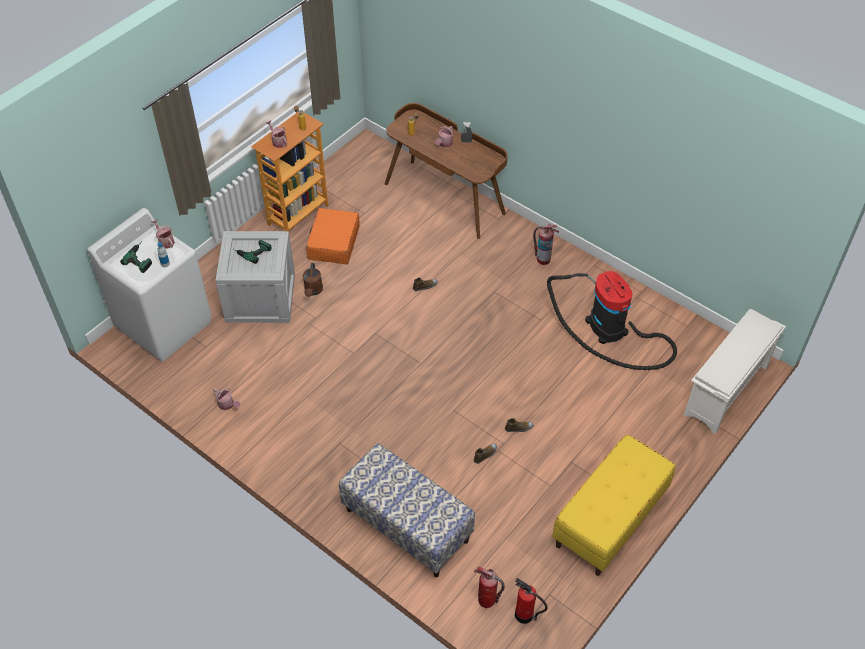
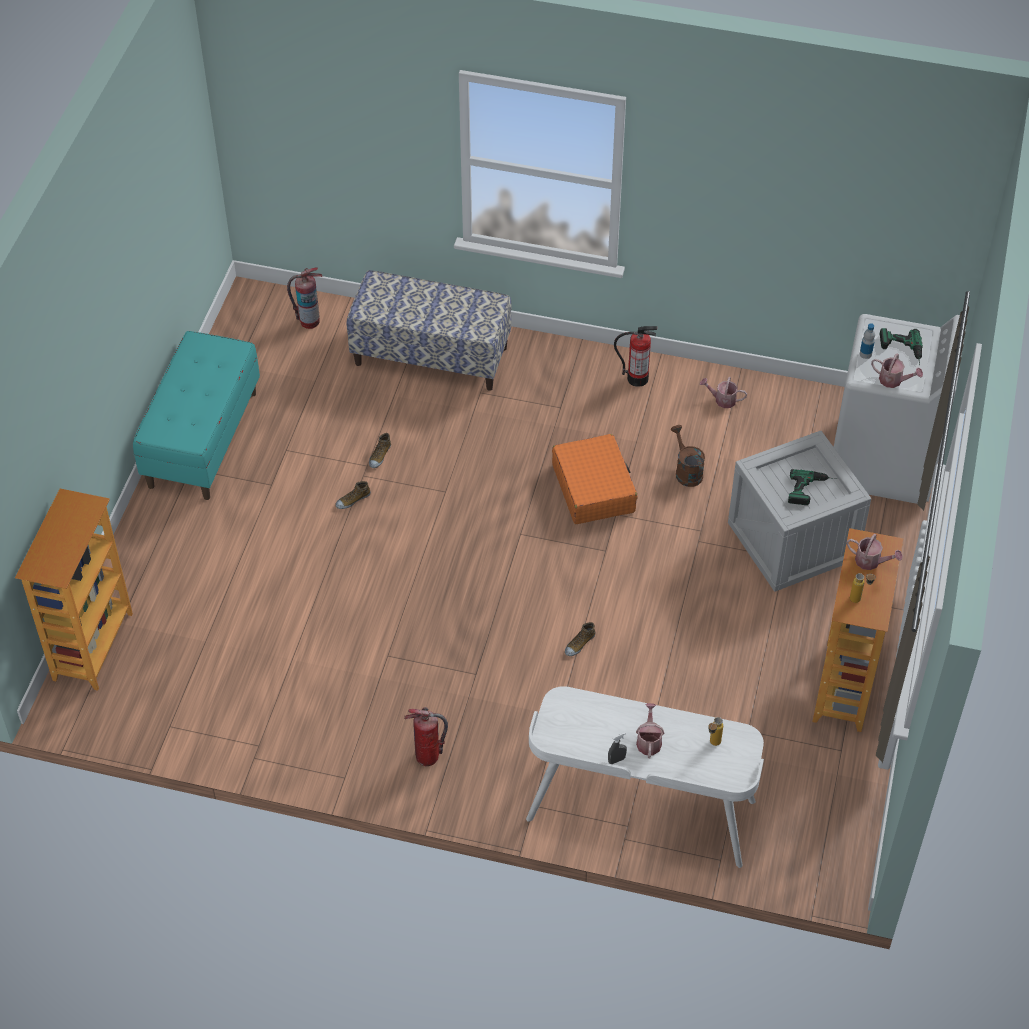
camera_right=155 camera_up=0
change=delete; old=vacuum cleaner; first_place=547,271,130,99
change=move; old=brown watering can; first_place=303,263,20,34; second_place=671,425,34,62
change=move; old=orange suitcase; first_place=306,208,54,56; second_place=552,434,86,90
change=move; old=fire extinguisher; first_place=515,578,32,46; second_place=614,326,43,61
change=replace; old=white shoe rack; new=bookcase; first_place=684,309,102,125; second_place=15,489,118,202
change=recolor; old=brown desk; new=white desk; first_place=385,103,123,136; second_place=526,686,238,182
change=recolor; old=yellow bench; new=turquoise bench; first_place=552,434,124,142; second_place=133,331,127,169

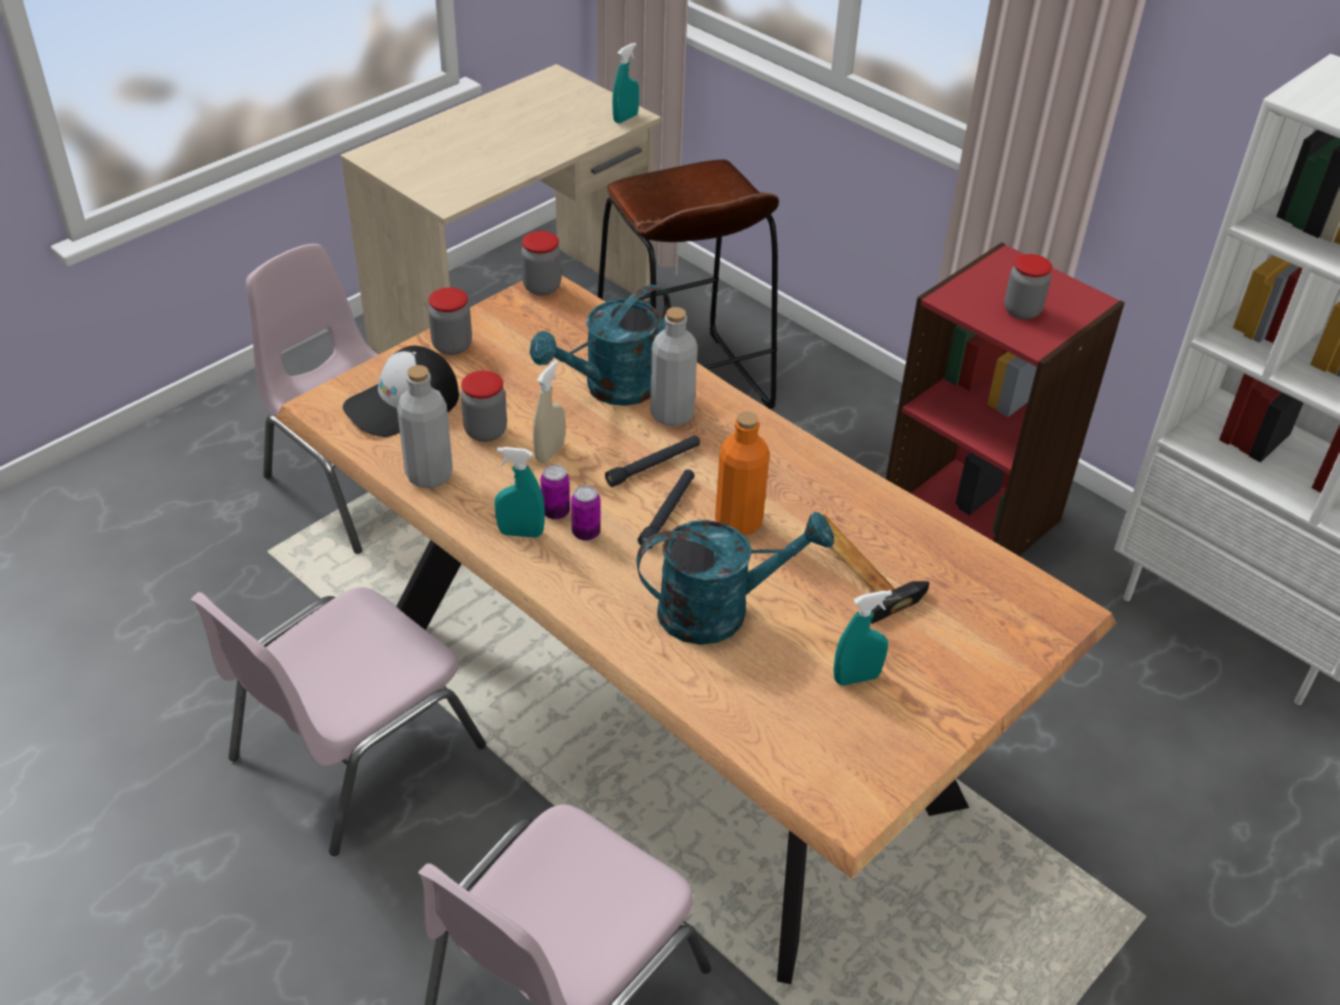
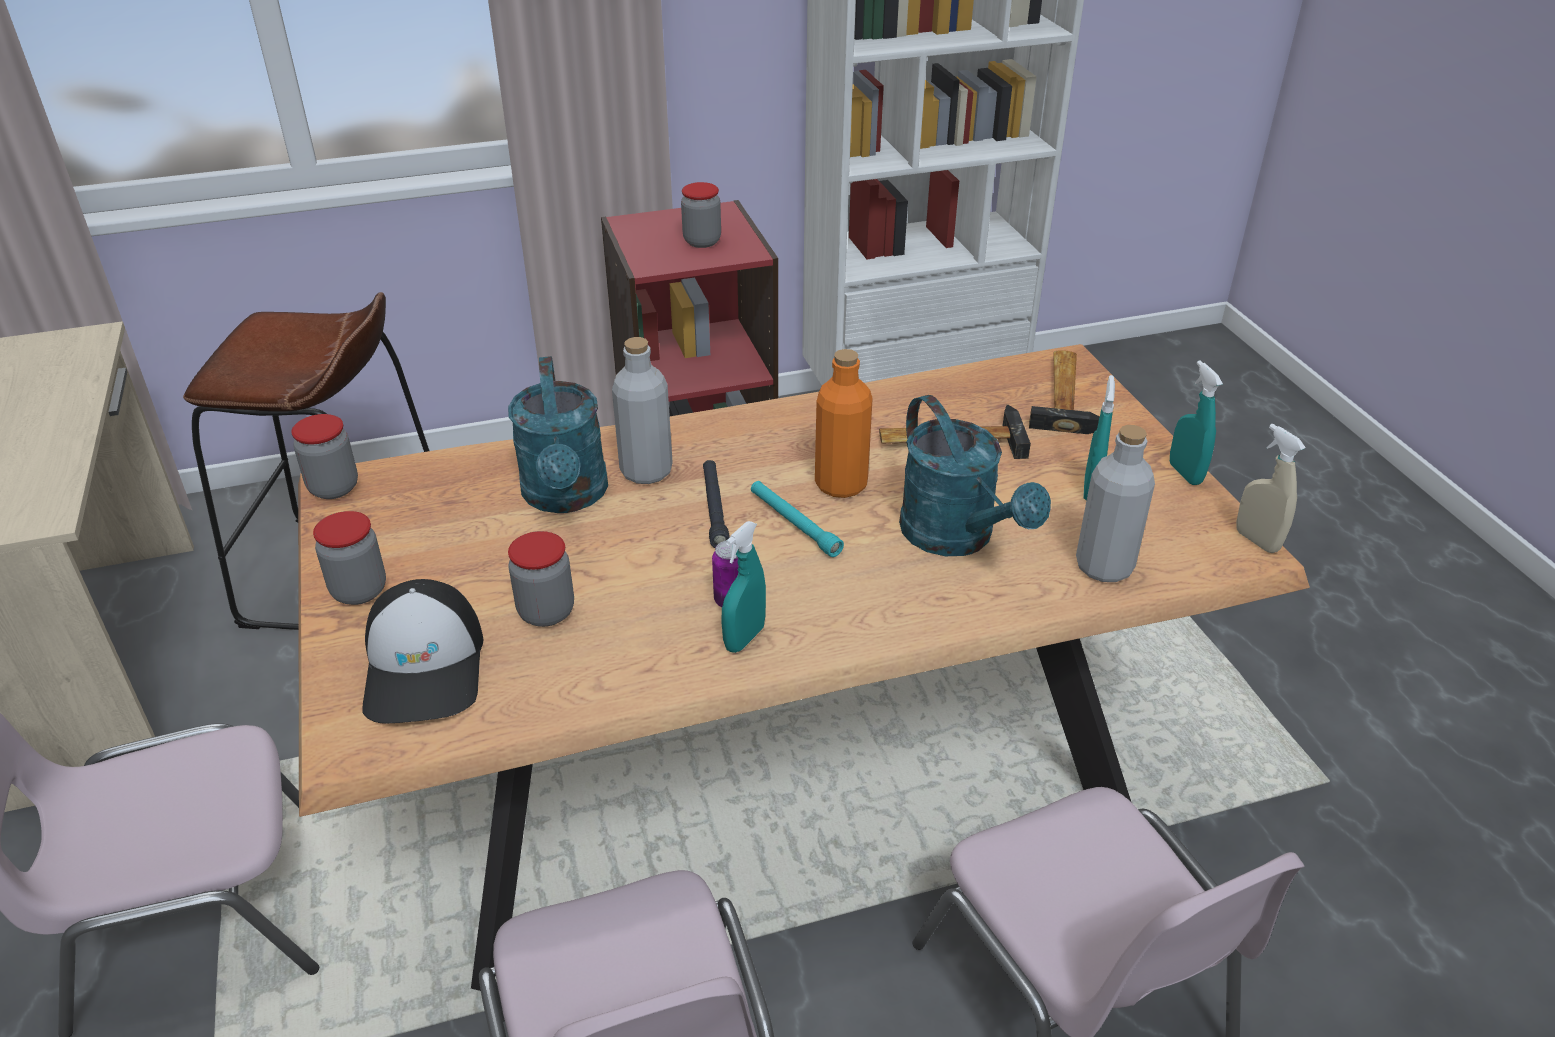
camera_right=-60 camera_up=-5
change=delete; old=can; first_place=571,485,30,56
change=insert; new=hammer; second_place=1029,350,71,84
change=move; old=grey bottle; first_place=397,365,56,123; second_place=1076,425,79,157
change=move; old=beige spray bottle; first_place=533,360,32,103; second_place=1236,423,70,130
change=move; old=turquoise spray bottle; first_place=612,43,27,80; second_place=1170,360,53,125
change=recolor; old=black flashlight; new=turquoise flashlight; first_place=638,469,57,80; second_place=751,481,93,76
change=rotate; old=turquoise watering can; first_place=636,512,198,133; second_place=899,395,152,161; degrees=135

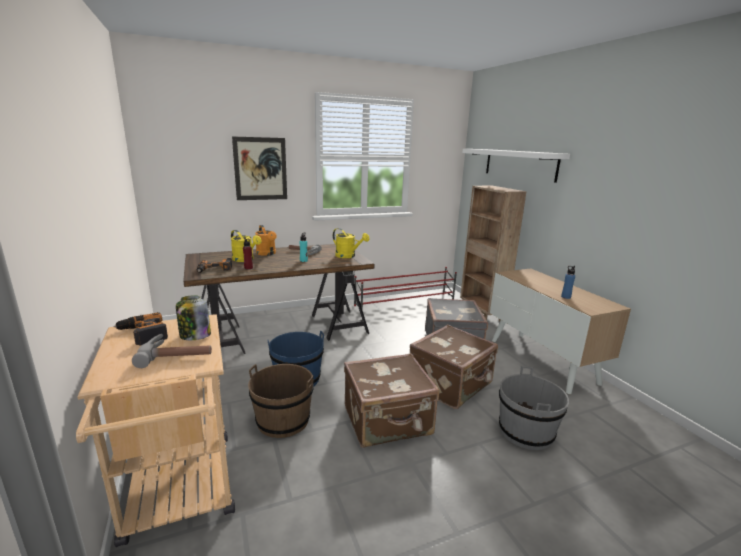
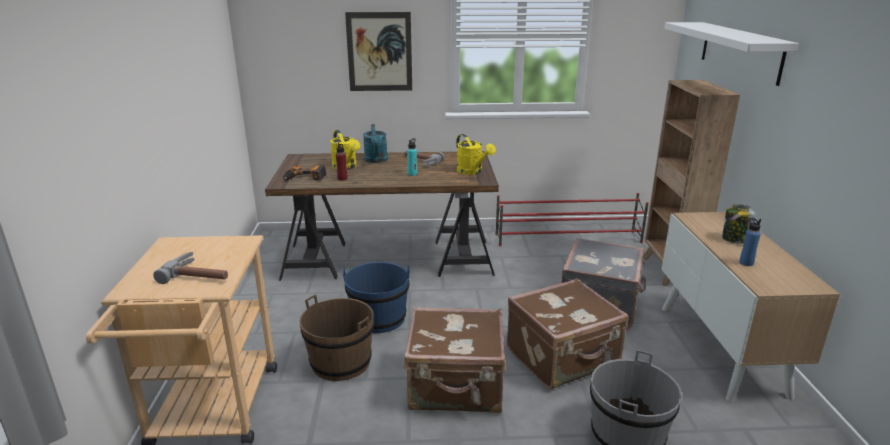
camera_right=20 camera_up=5
change=delete; old=power drill; first_place=113,312,55,34
change=move; old=jar; first_place=176,295,35,45; second_place=722,204,34,40
change=recolor; old=orange watering can; new=turquoise watering can; first_place=255,225,22,31; second_place=363,124,25,39

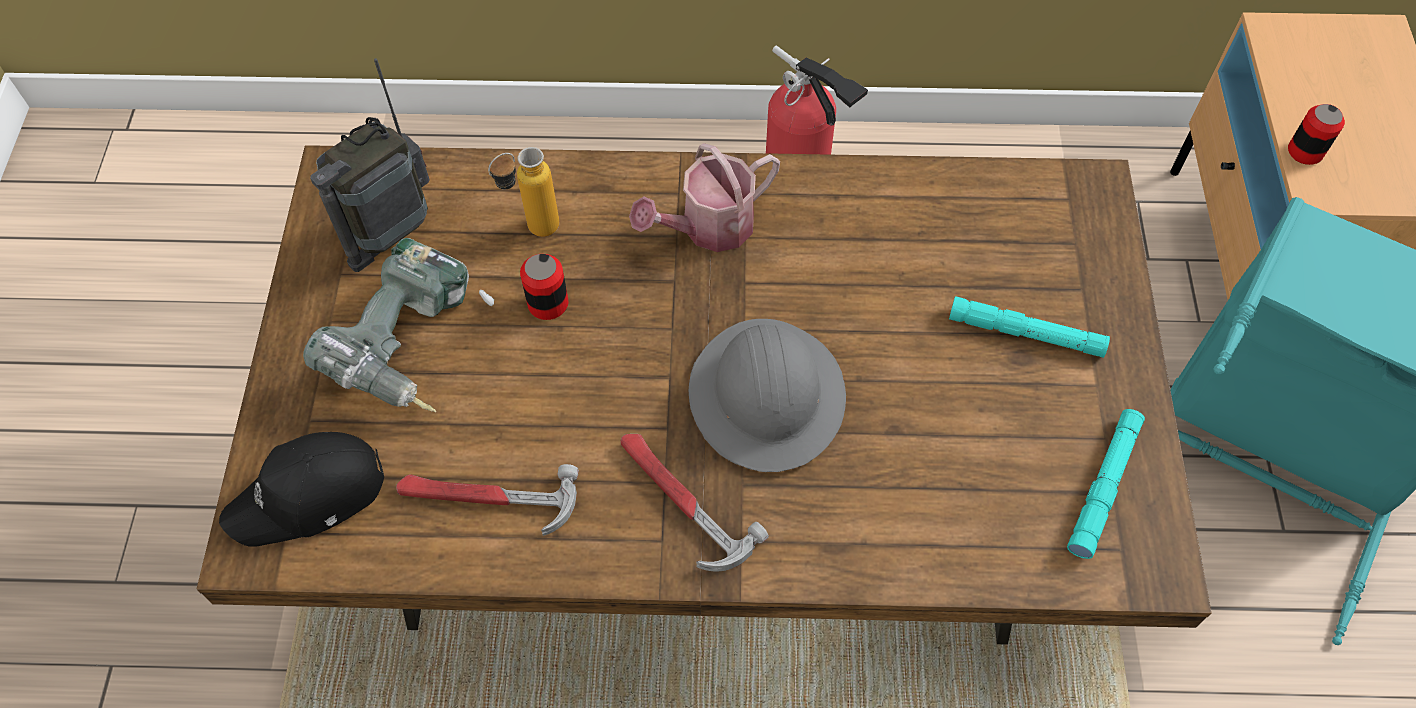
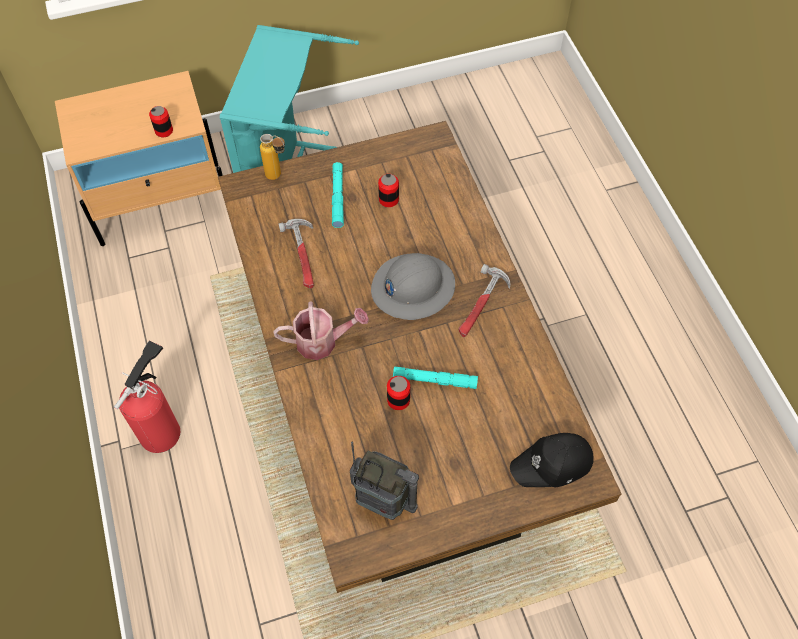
camera_right=-110 camera_up=0
change=delete; old=power drill; first_place=303,238,191,174
change=insert; new=can; second_place=378,174,21,33
change=move; old=hammer; first_place=396,464,183,72; second_place=279,219,35,69
change=move; old=bottle; first_place=488,147,71,90; second_place=260,134,25,46
change=move; old=turquoise flashlight; first_place=1067,409,78,150; second_place=393,366,85,23
change=rotate; old=black cap; first_place=219,432,165,115; second_place=510,433,84,54; degrees=120
change=rotate; old=watering can; first_place=629,143,151,109; second_place=273,301,96,59; degrees=-45

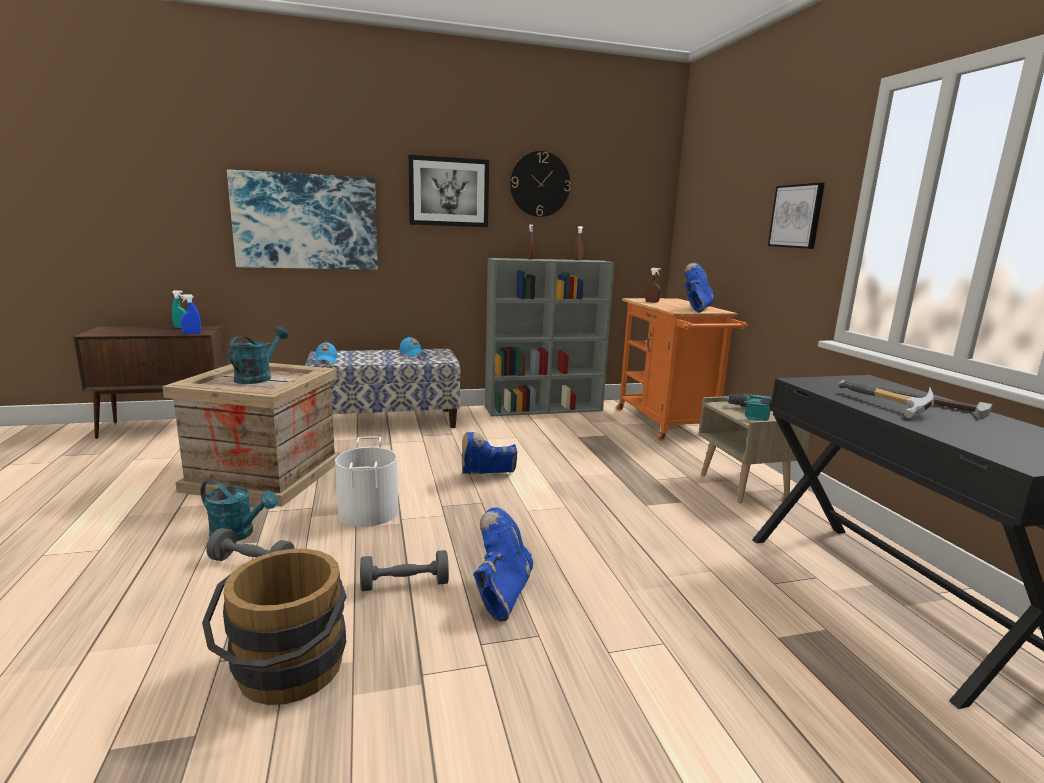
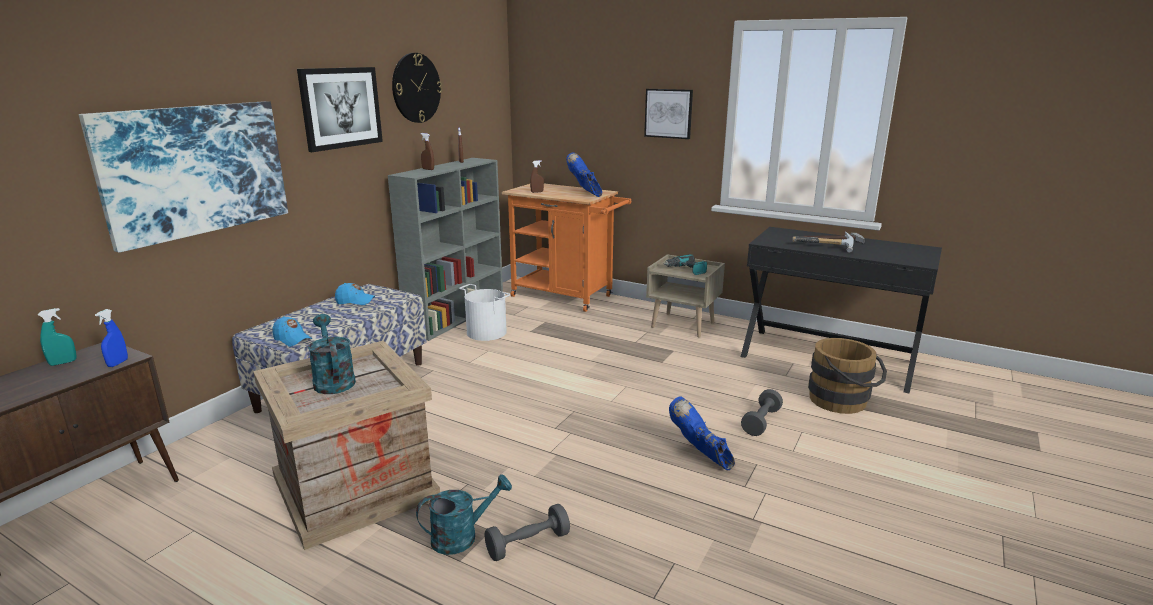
camera_right=-45 camera_up=5
change=delete; old=blue boot; first_place=462,432,55,42
change=move; old=brown bucket; first_place=202,549,145,156; second_place=808,338,79,76
change=move; old=white bucket; first_place=335,436,63,91; second_place=459,284,52,57
change=move; old=grey dumbbell; first_place=360,550,89,41; second_place=741,389,42,47

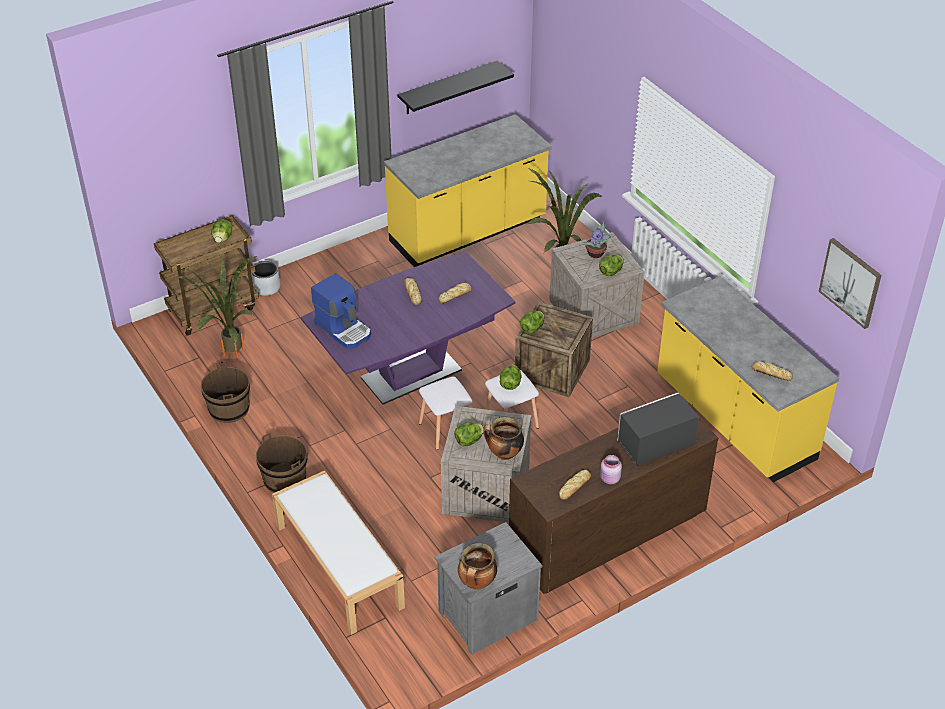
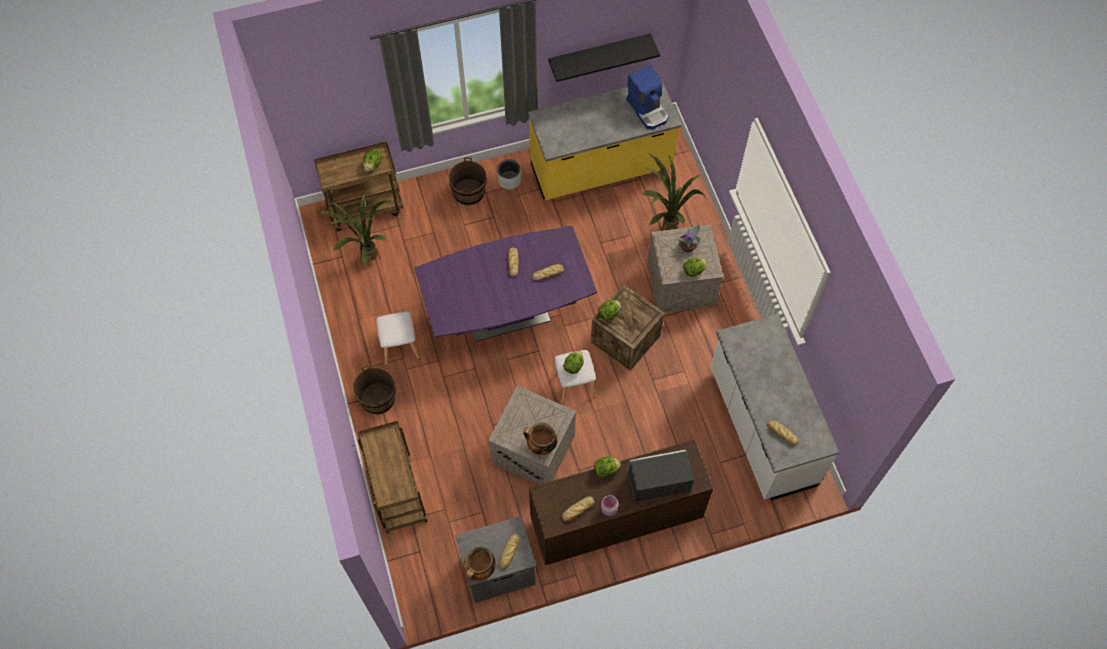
camera_right=15 camera_up=20
change=delete; old=picture; first_place=818,238,64,91
change=insert; new=bread; second_place=499,534,21,35
change=move; old=brown bucket; first_place=201,361,49,62; second_place=448,157,39,48
change=move; old=grey planter; first_place=251,261,29,35; second_place=497,159,24,31
change=move; old=coffee machine; first_place=311,273,60,76; second_place=626,66,43,63
change=move; old=white stool; first_place=419,377,53,73; second_place=376,311,44,55
change=move; old=lettuce; first_place=454,422,30,24; second_place=594,457,27,21
change=replace; old=white bench; new=brown cart; first_place=272,470,133,165; second_place=357,421,71,112
change=recolor; old=yellow counter; new=white counter; first_place=657,276,182,206; second_place=711,314,128,186

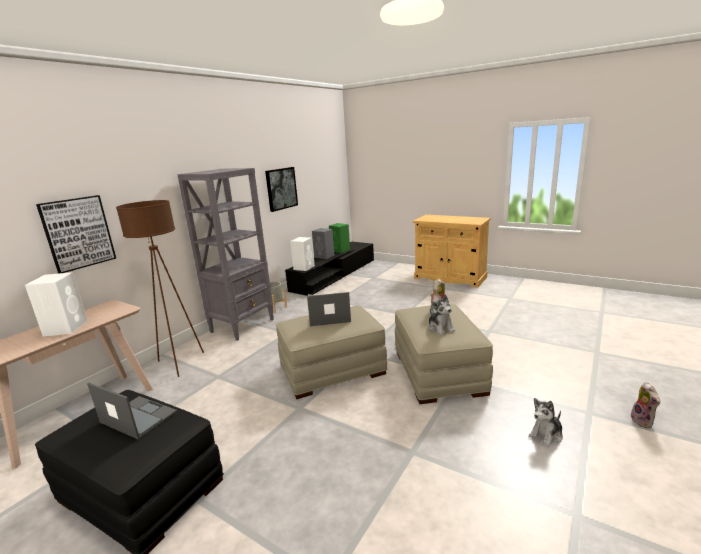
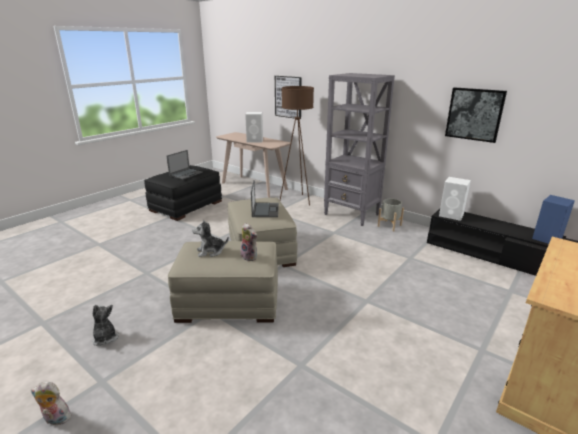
camera_right=95 camera_up=5
change=delete; old=grey speaker; first_place=312,228,22,31
change=recolor; old=green speaker; new=blue speaker; first_place=329,223,21,30; second_place=532,195,43,49

